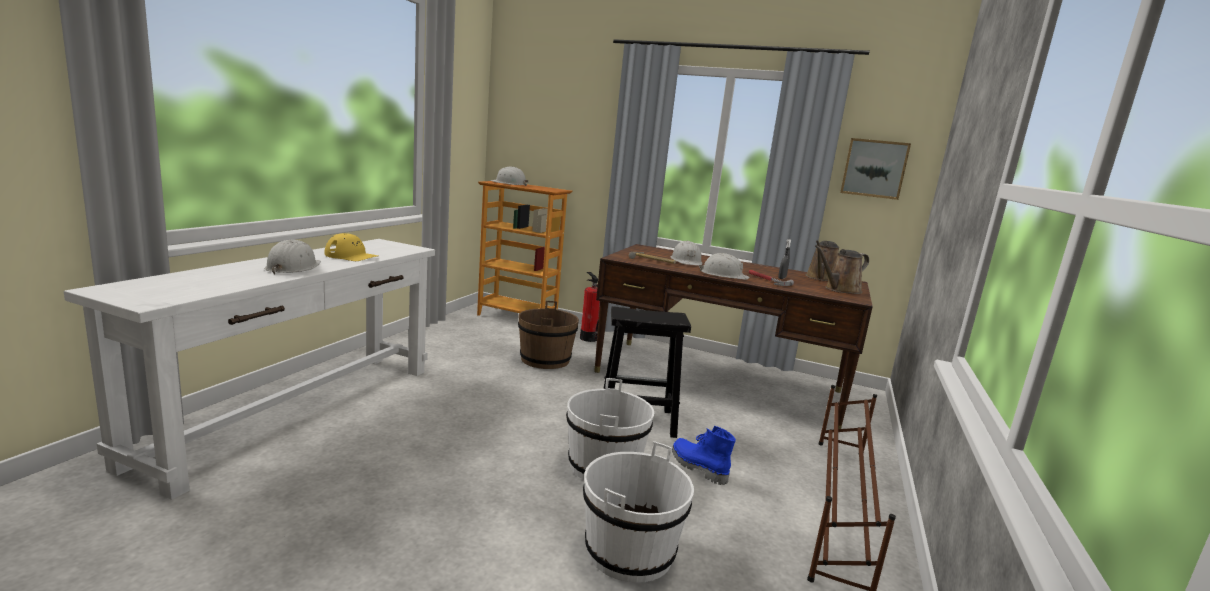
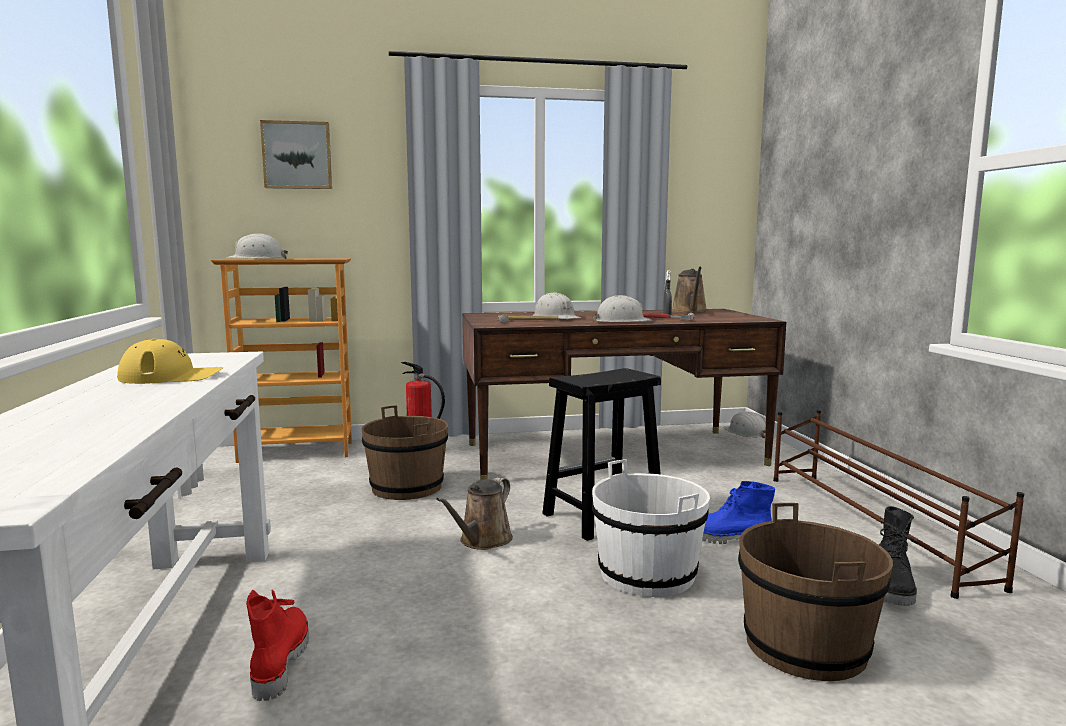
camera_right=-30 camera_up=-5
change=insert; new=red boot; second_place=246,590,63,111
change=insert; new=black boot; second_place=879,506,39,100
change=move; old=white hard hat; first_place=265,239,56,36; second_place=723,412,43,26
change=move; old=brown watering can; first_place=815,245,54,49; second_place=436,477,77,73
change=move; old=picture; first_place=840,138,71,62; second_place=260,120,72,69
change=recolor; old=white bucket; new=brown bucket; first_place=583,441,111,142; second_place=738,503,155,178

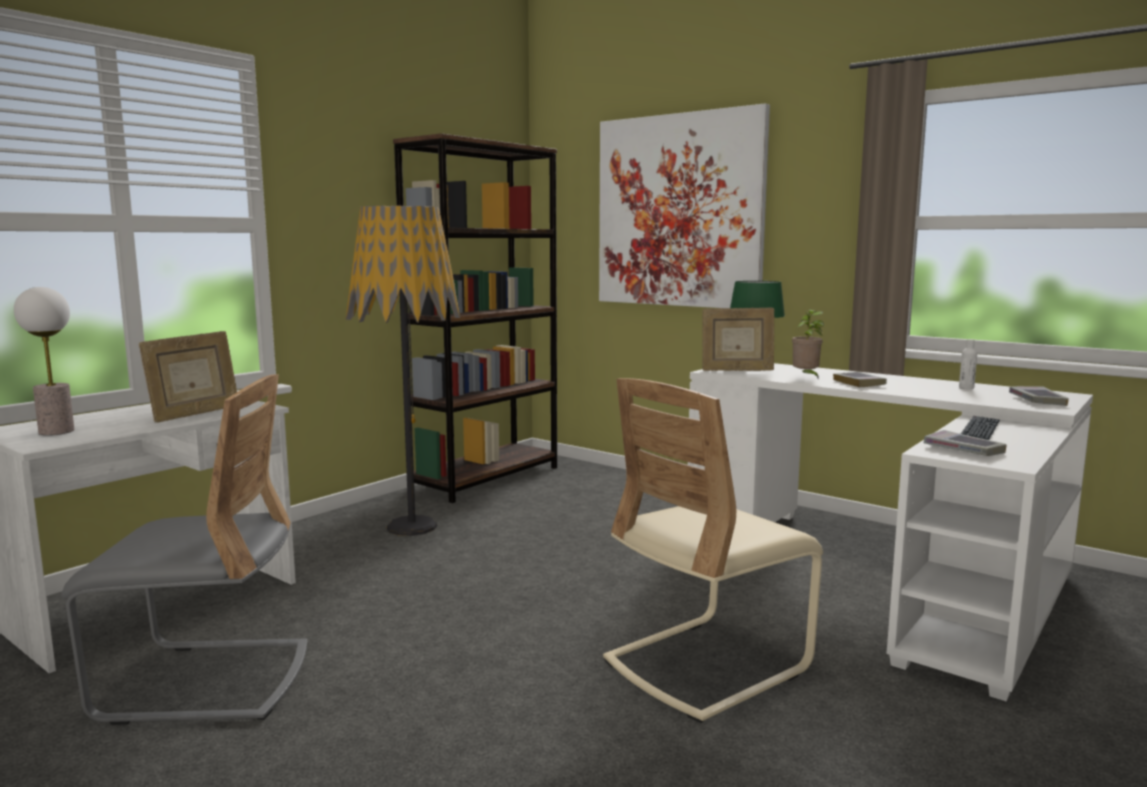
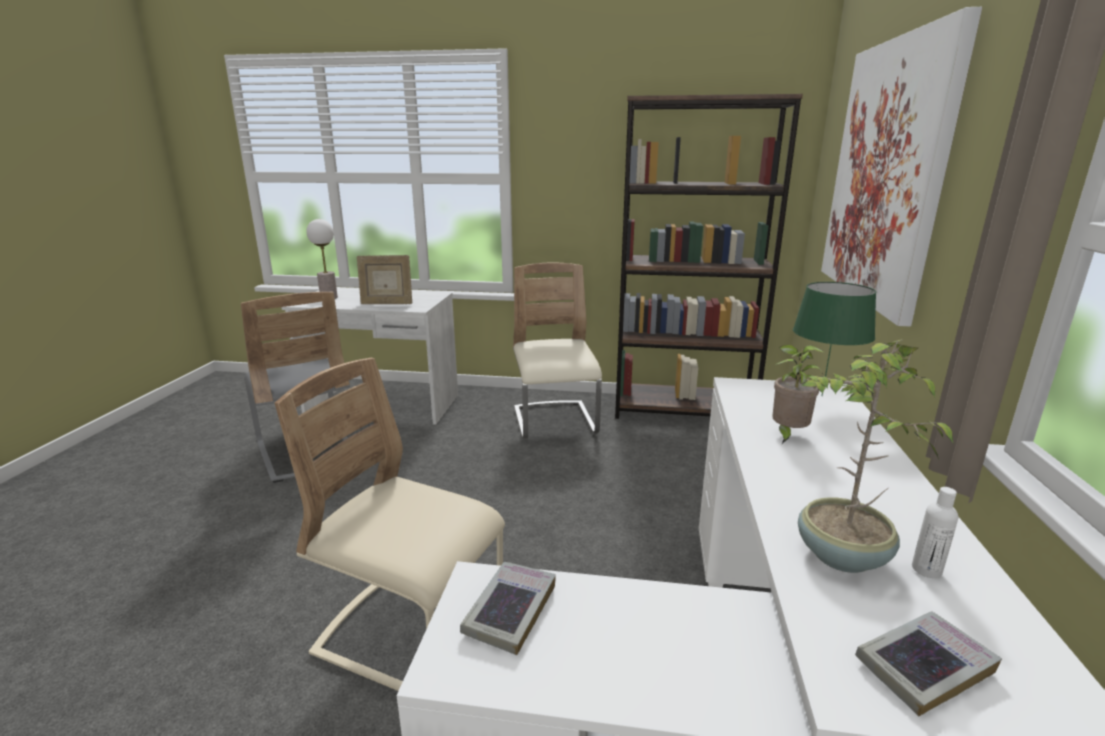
camera_right=60 camera_up=10
change=delete; old=picture frame; first_place=702,308,72,63
change=delete; old=book; first_place=833,371,54,16
change=delete; old=keyboard; first_place=961,416,39,24
change=insert; new=potted plant; second_place=798,340,156,233
change=replace; old=floor lamp; new=beige chair; first_place=346,206,114,330; second_place=513,263,89,176

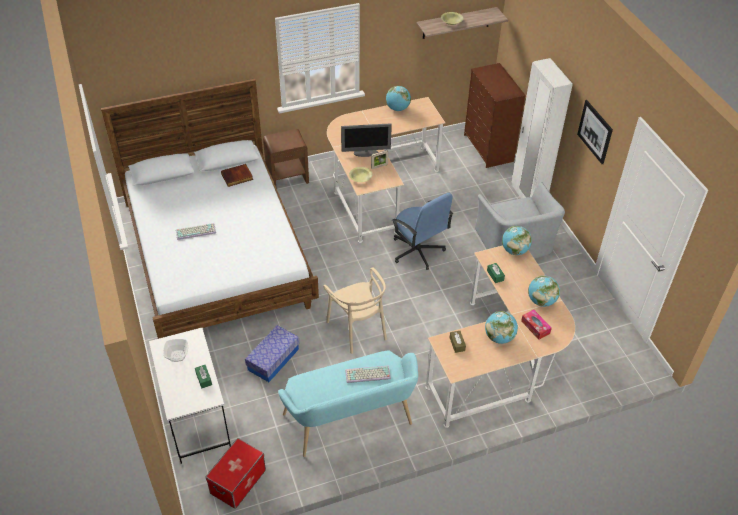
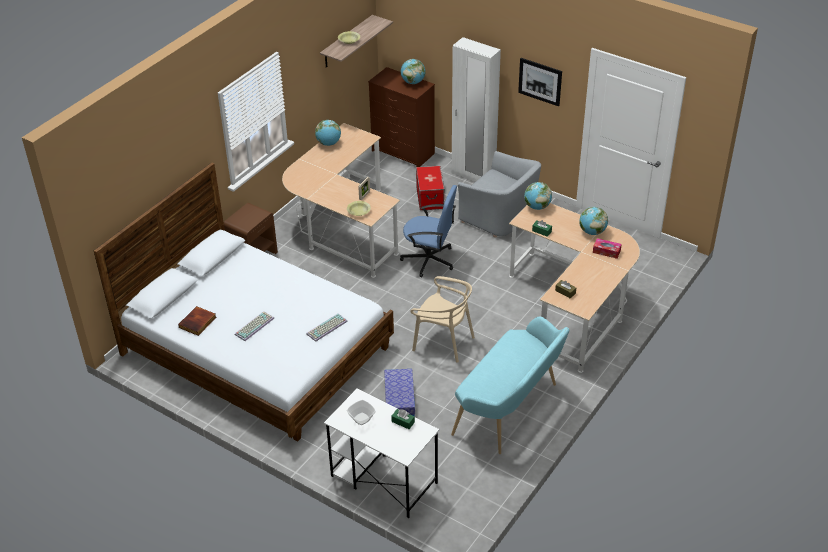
camera_right=-35 camera_up=-5
change=delete; old=monitor; first_place=341,123,51,34
change=move; old=storage box; first_place=206,438,60,71; second_place=416,166,28,45
change=move; old=book; first_place=221,164,32,23; second_place=178,306,38,30
change=move; old=keyboard; first_place=345,365,46,18; second_place=306,313,42,29
change=move; old=globe; first_place=485,311,33,33; second_place=400,59,25,25

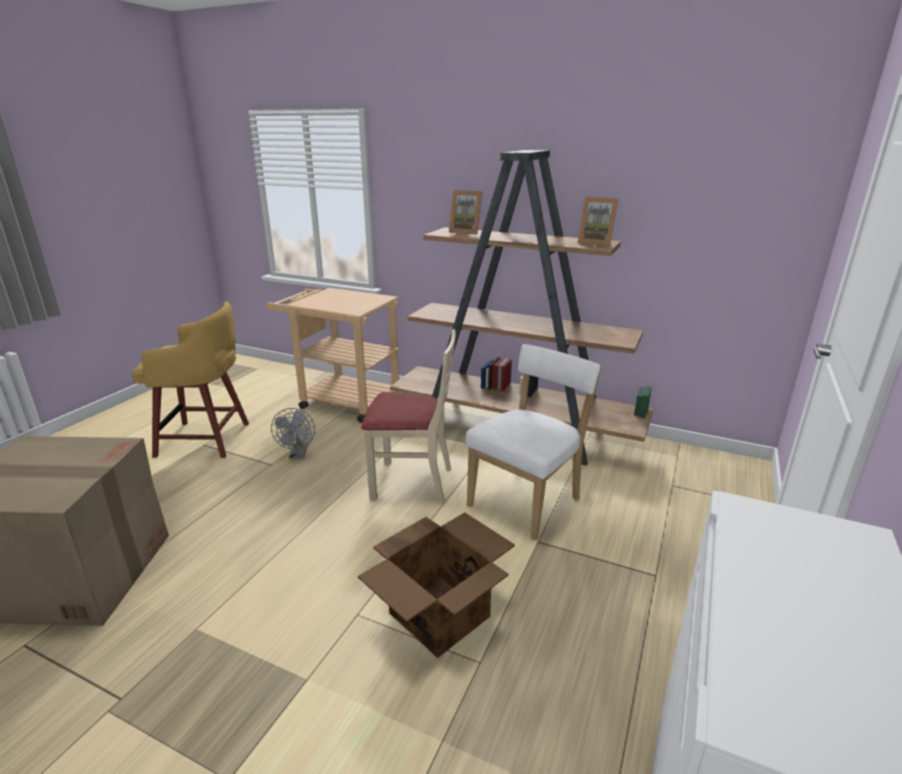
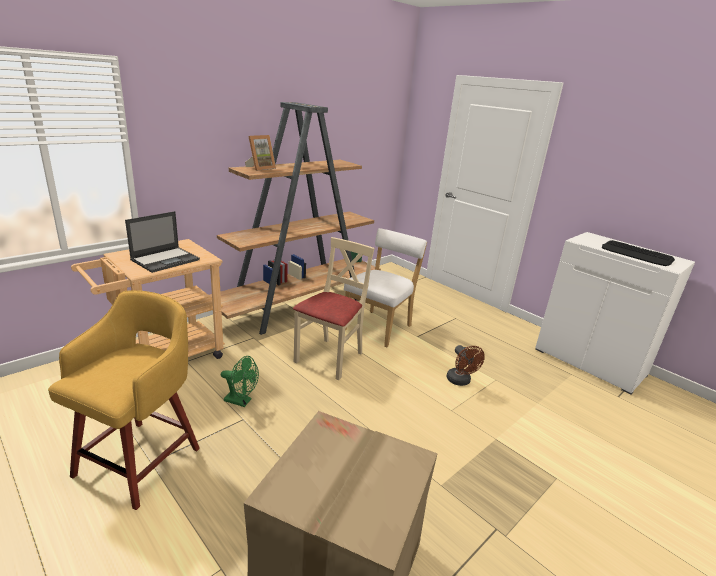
camera_right=-70 camera_up=0
change=delete; old=picture frame; first_place=578,197,40,49
change=insert; new=laptop; second_place=125,211,75,62
change=insert; new=keyboard; second_place=602,240,73,26
change=replace; old=cardboard box; new=brown fan; first_place=358,512,157,146; second_place=447,345,38,41
change=recolor; old=grey fan; new=green fan; first_place=271,408,44,51; second_place=221,356,38,51
change=rotate; old=white chair; first_place=465,344,137,197; second_place=344,228,83,119; degrees=60

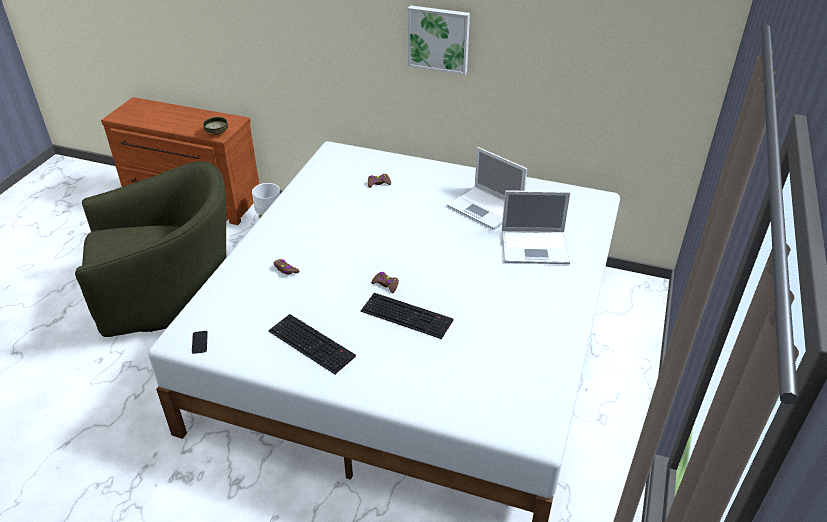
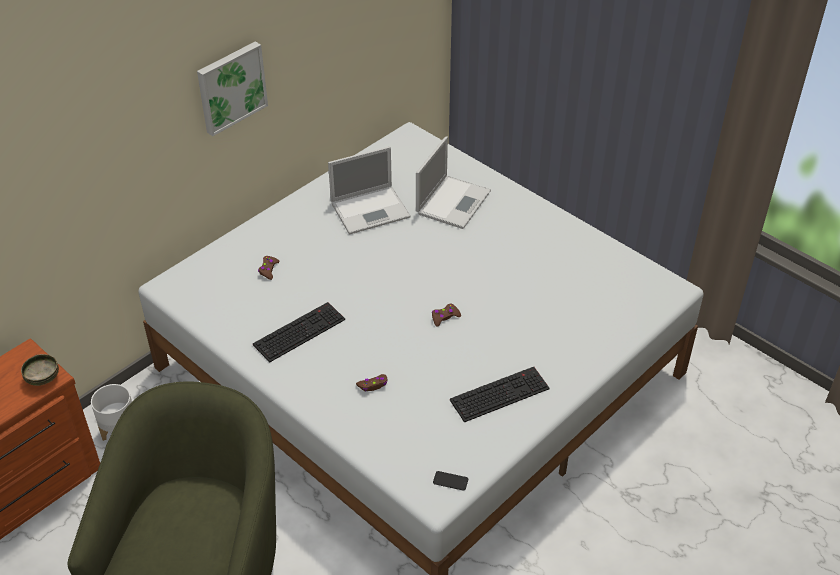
camera_right=-65 camera_up=5
change=move; old=keyboard; first_place=361,293,92,46; second_place=253,302,92,61

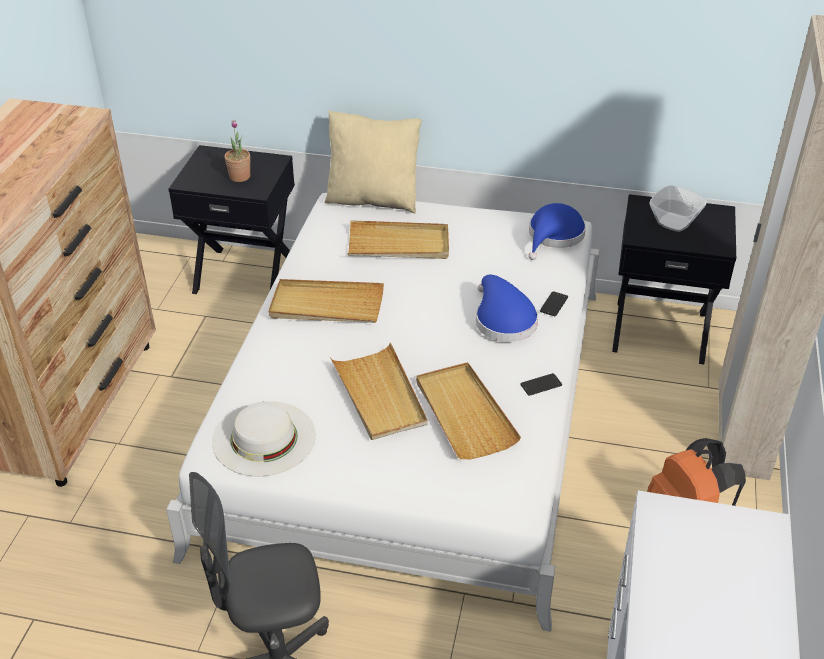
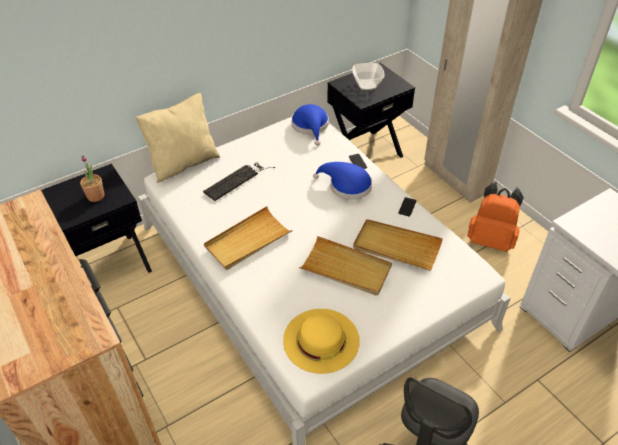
camera_right=-45 camera_up=5
change=replace; old=beige tray; new=keyboard; first_place=347,220,102,39; second_place=203,163,72,38
change=recolor; old=white hat; new=yellow hat; first_place=212,401,104,76; second_place=283,309,77,65

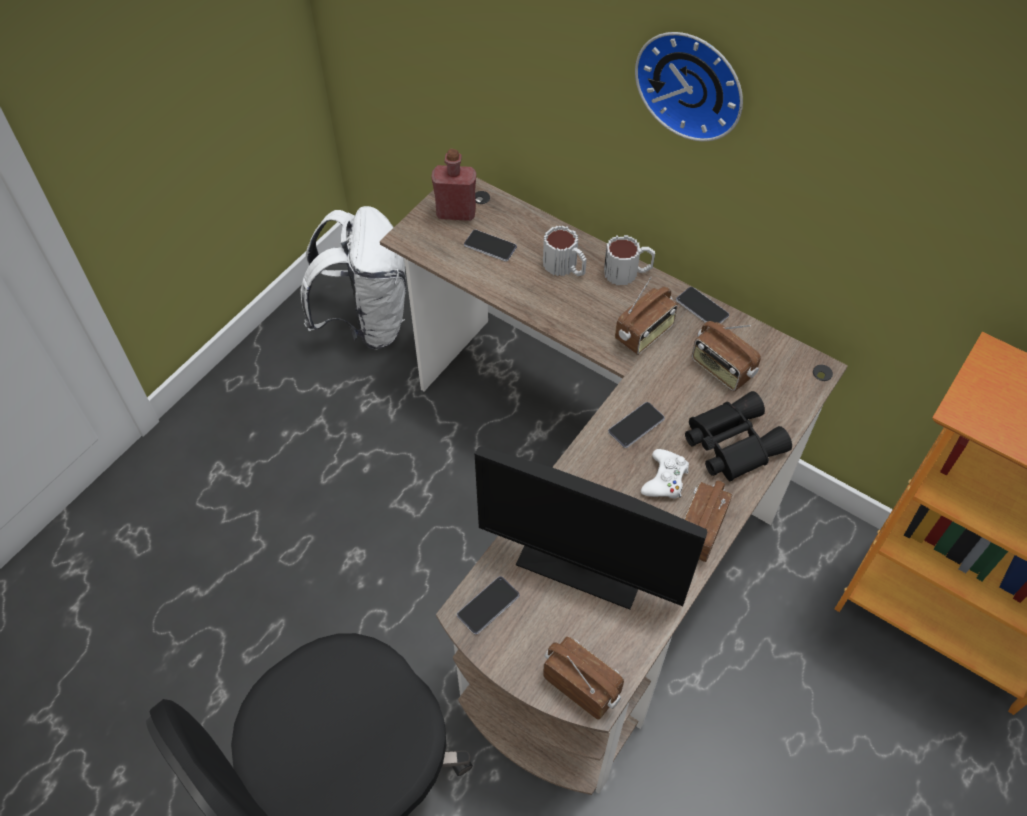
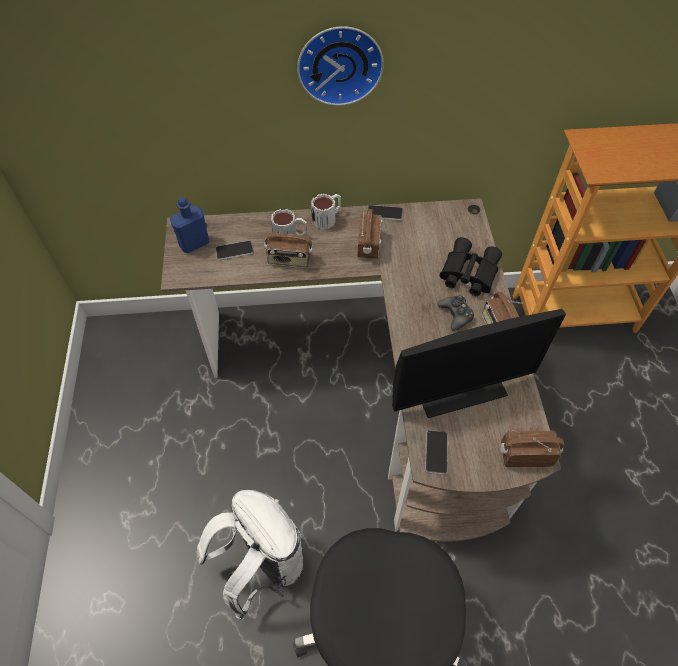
camera_right=-40 camera_up=0
change=delete; old=phone; first_place=608,402,57,46
change=move; old=white backpack; first_place=300,206,106,143; second_place=196,490,107,130
change=move; old=radio; first_place=692,321,69,70; second_place=264,221,49,47
change=recolor; old=red bottle; new=blue bottle; first_place=431,149,45,72; second_place=170,197,39,56
change=recolor; old=white game controller; new=black game controller; first_place=641,449,48,49; second_place=437,295,37,36

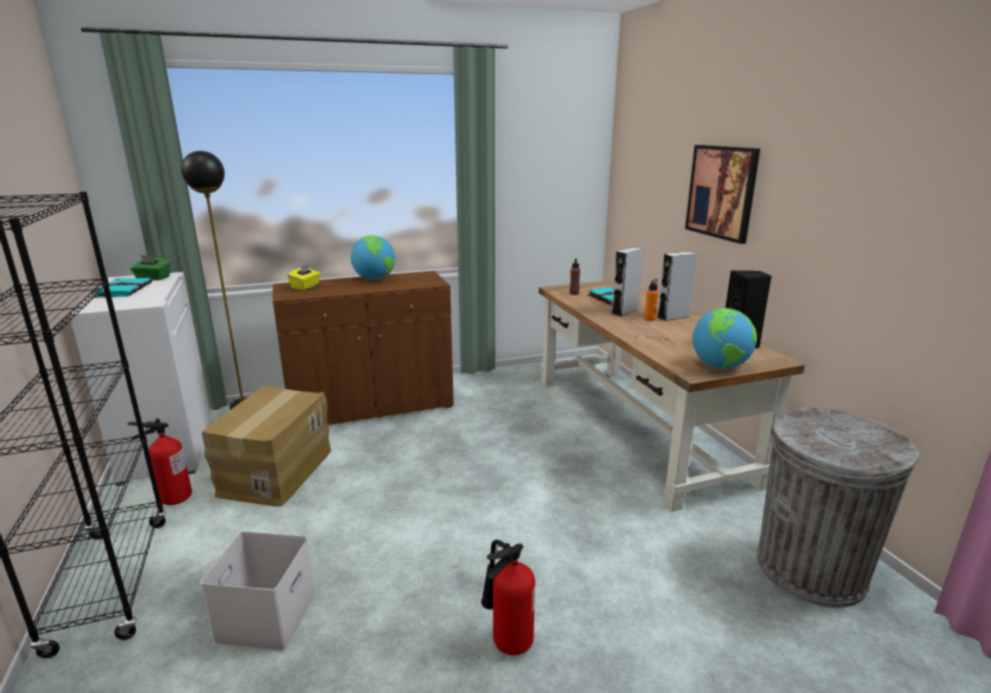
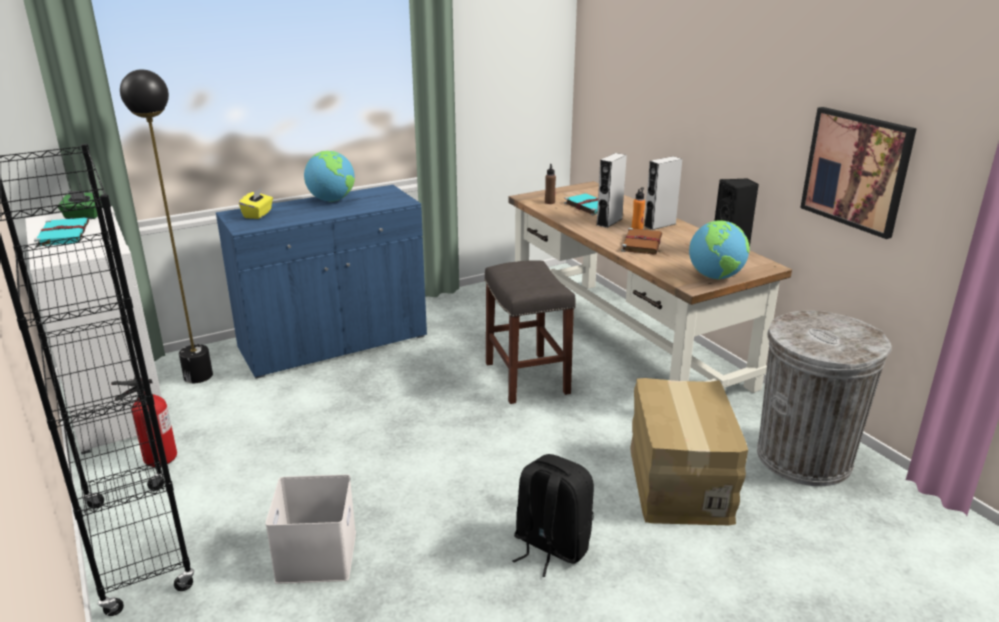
camera_right=-10 camera_up=5
change=insert; new=grey stool; second_place=484,260,92,144
change=insert; new=brown book; second_place=621,228,41,26
change=move; old=cardboard box; first_place=202,386,129,121; second_place=631,378,117,147
change=move; old=picture; first_place=685,145,75,99; second_place=800,107,117,132
change=replace; old=fire extinguisher; new=black backpack; first_place=481,540,54,115; second_place=513,454,81,123
change=recolor; old=brown cabinet; new=blue cabinet; first_place=273,271,181,154; second_place=216,185,211,194

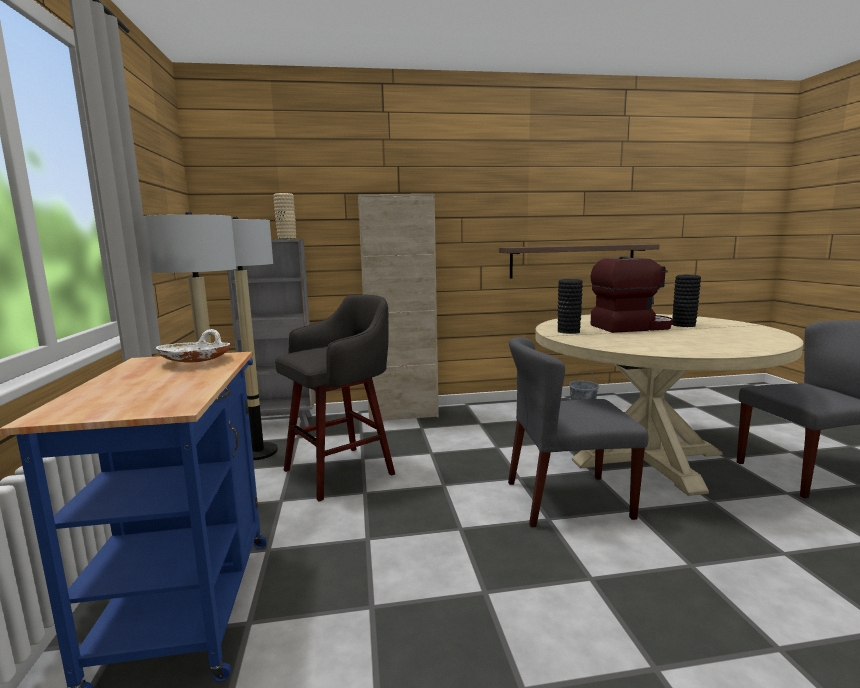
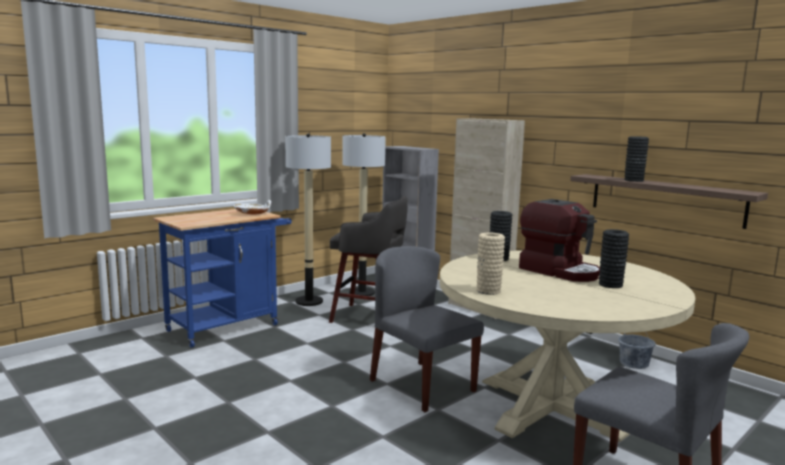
camera_right=55 camera_up=0
change=insert; new=black vase; second_place=624,136,25,46
change=move; old=beige vase; first_place=273,193,23,46; second_place=477,232,28,63

